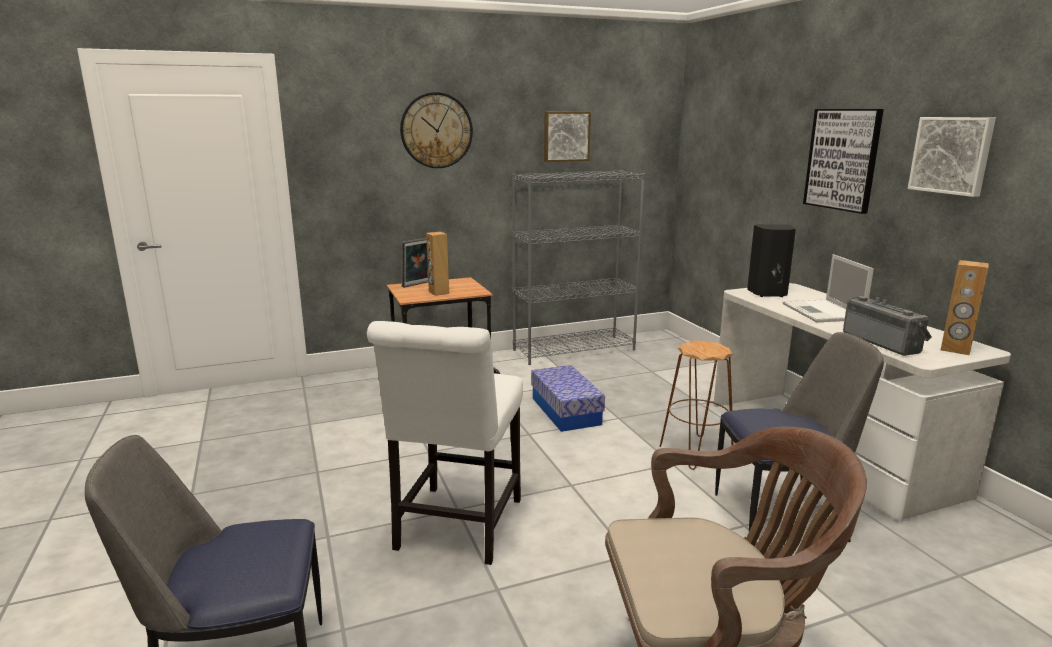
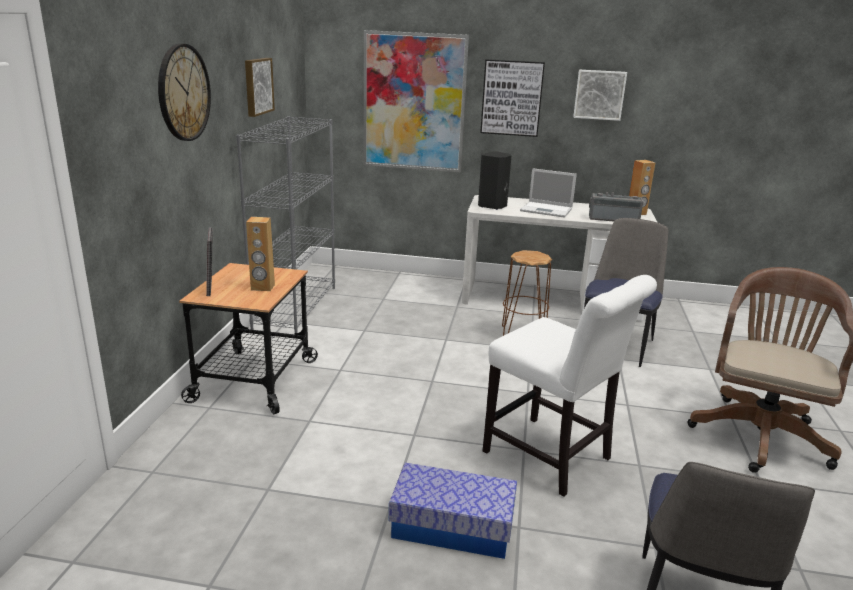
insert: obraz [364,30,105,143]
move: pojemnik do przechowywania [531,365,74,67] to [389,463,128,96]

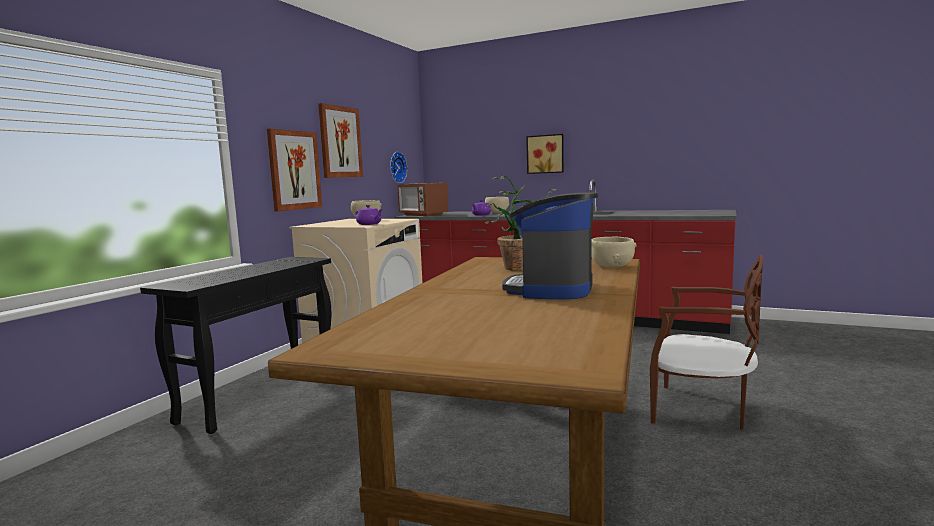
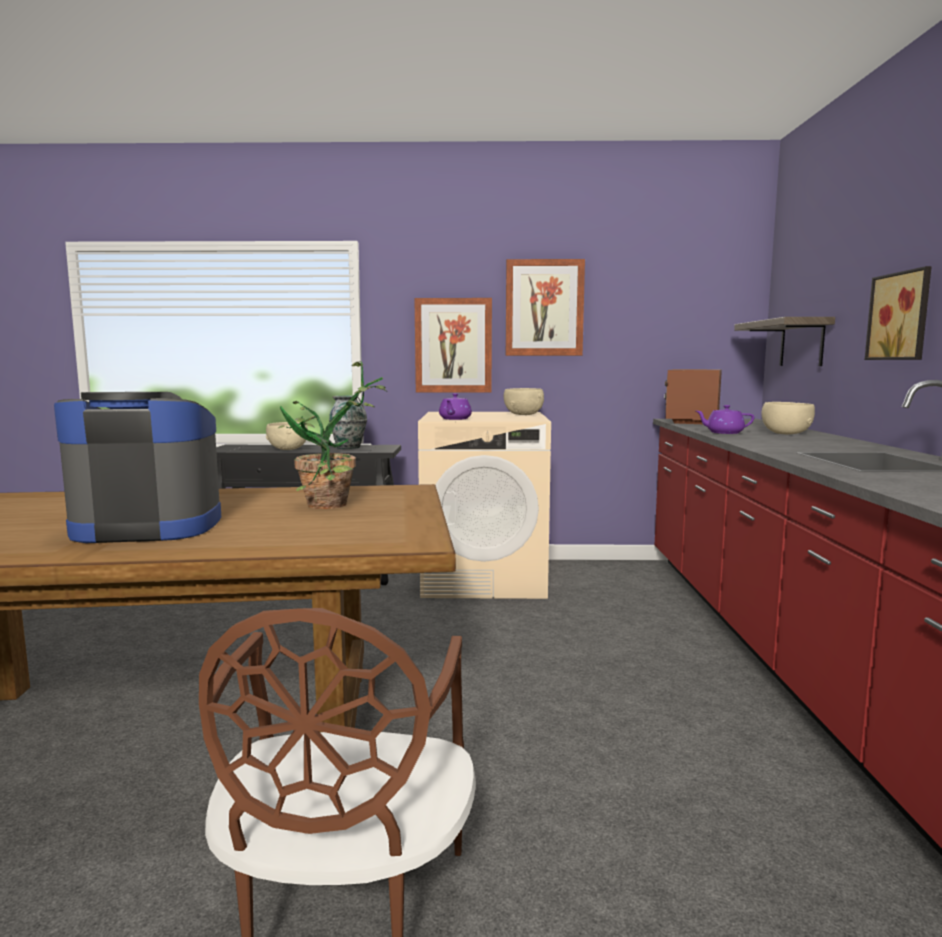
delete: zegar ścienny [390,152,18,31]
insert: wazon [329,395,38,54]; półka [734,317,101,49]
move: miska [beżowy] [592,237,44,31] to [266,422,42,28]

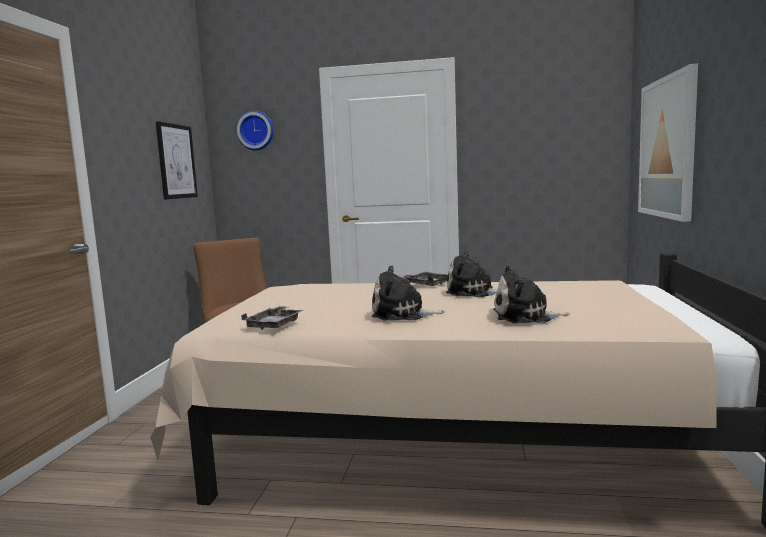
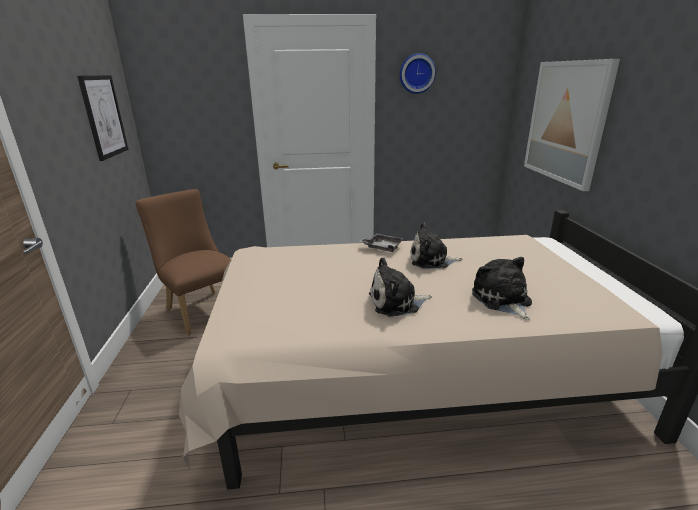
delete: taca [szary] [241,306,62,24]
move: zegar ścienny [237,110,37,41] to [400,53,36,41]
rotate: pluszak [493,265,77,58] = [472,257,60,63] 90 degrees clockwise

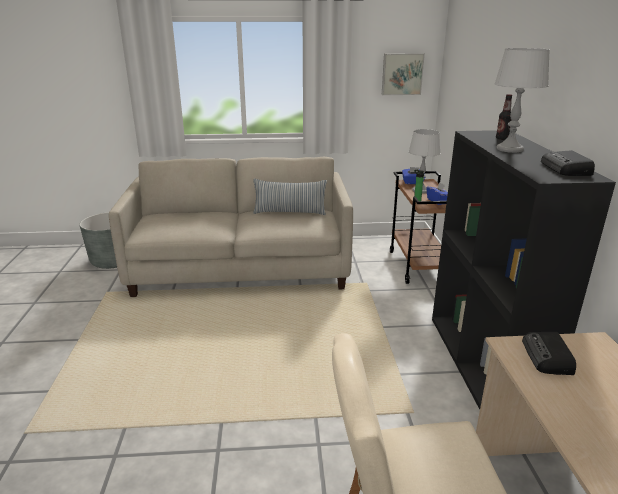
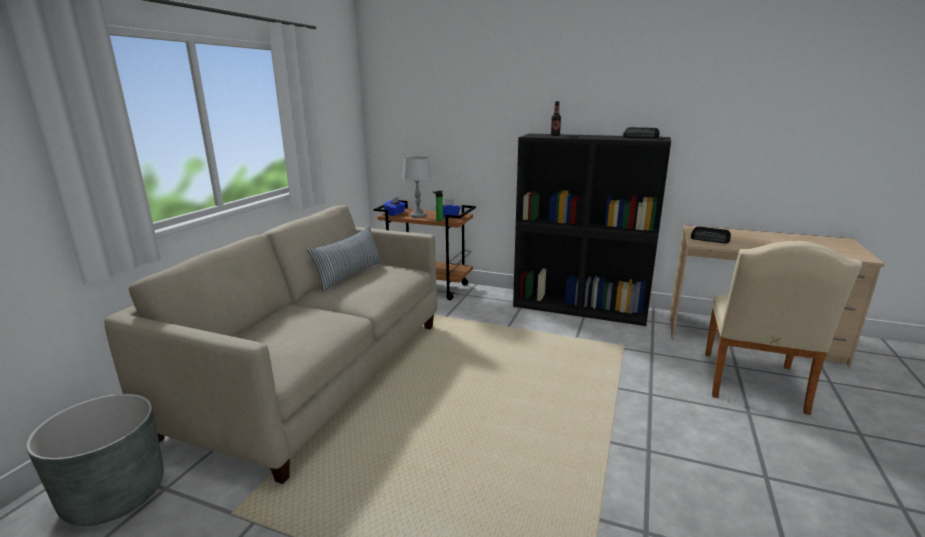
delete: obraz [382,53,43,42]; lampa stołowa [szary] [494,48,56,105]

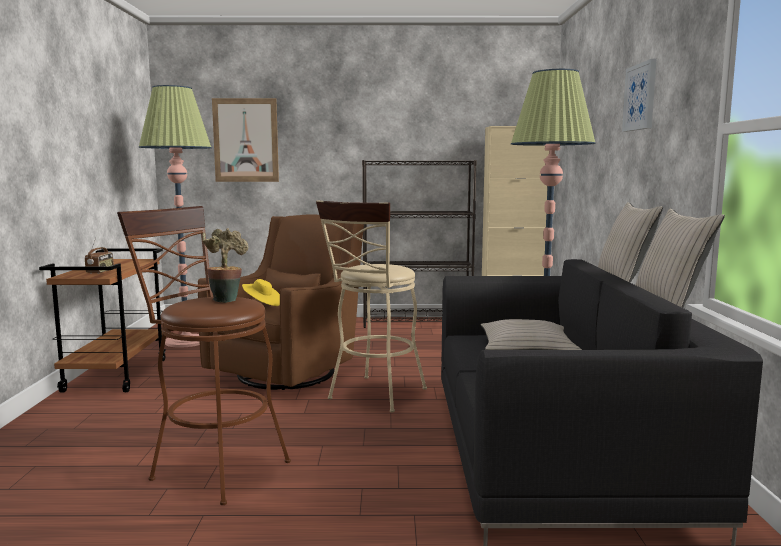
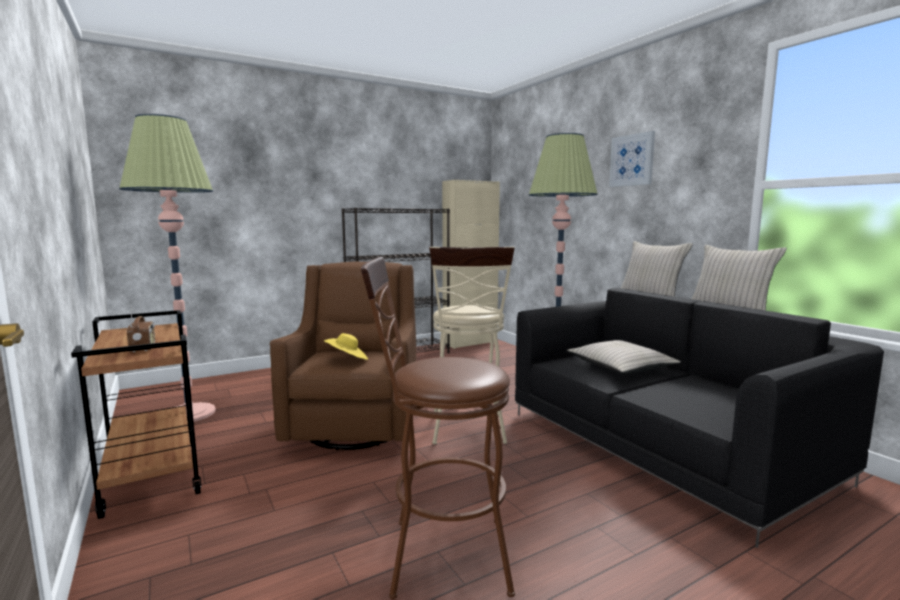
delete: roślina doniczkowa [202,228,46,75]; obraz [212,98,67,84]

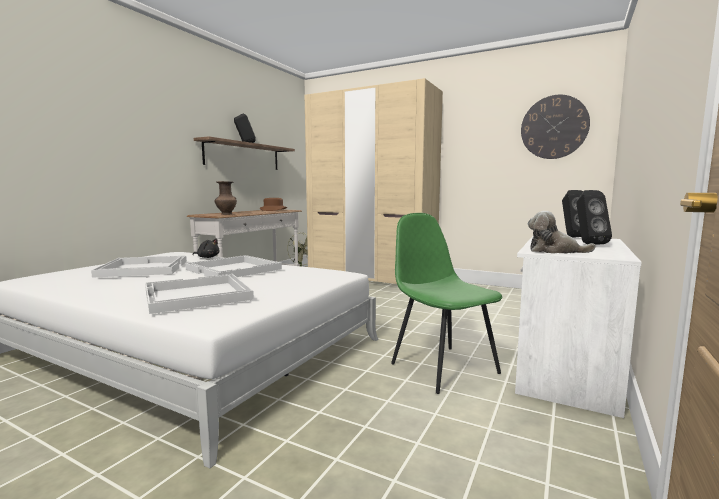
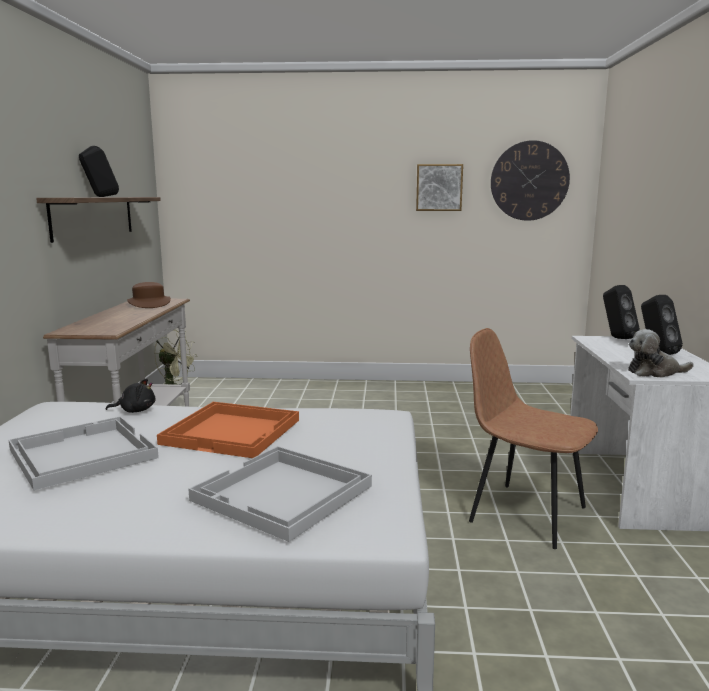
delete: wazon [brązowy] [214,181,23,34]; szafa [beżowy] [305,78,138,206]
insert: obraz [416,164,47,47]
recolor: taca [biały] [185,255,97,22] to taca [pomarańczowy] [157,402,142,56]; krzesło [zielony] [391,213,112,181] to krzesło [brązowy] [469,328,129,221]

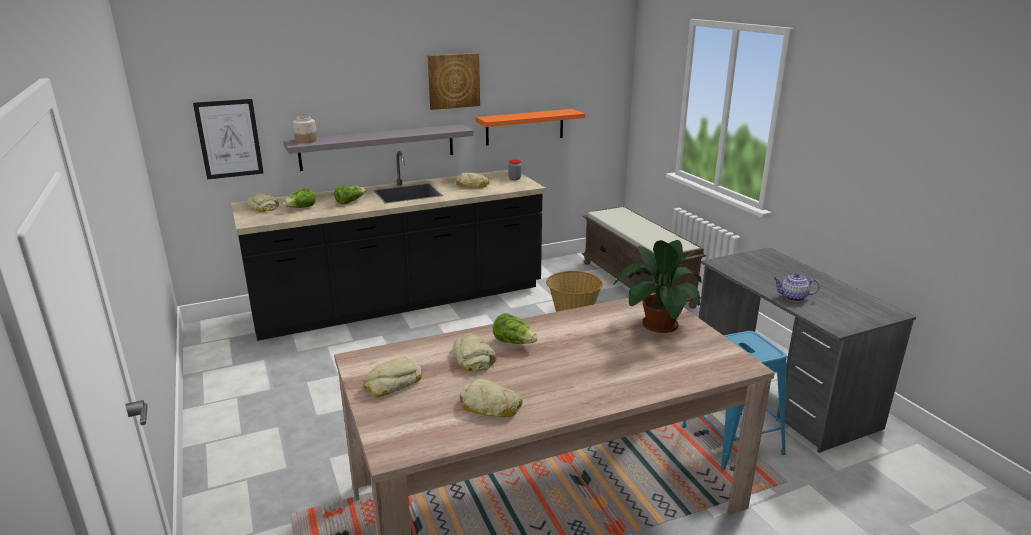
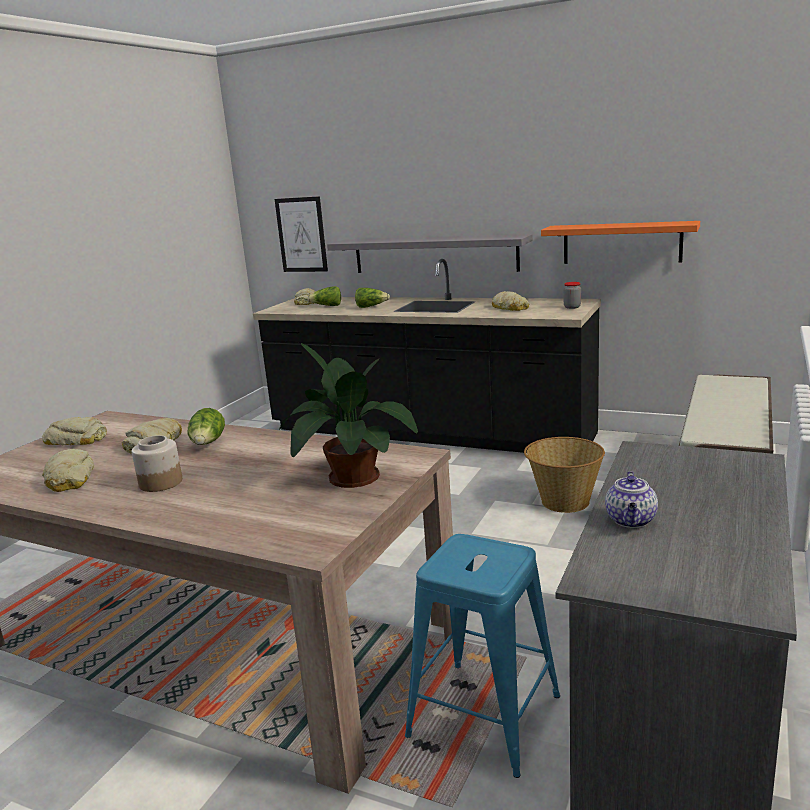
delete: obraz [427,53,53,57]
move: słoik [293,116,24,27] to [132,435,50,57]
rotate: imbryk [773,273,47,29] = [605,471,53,57] 135 degrees counterclockwise

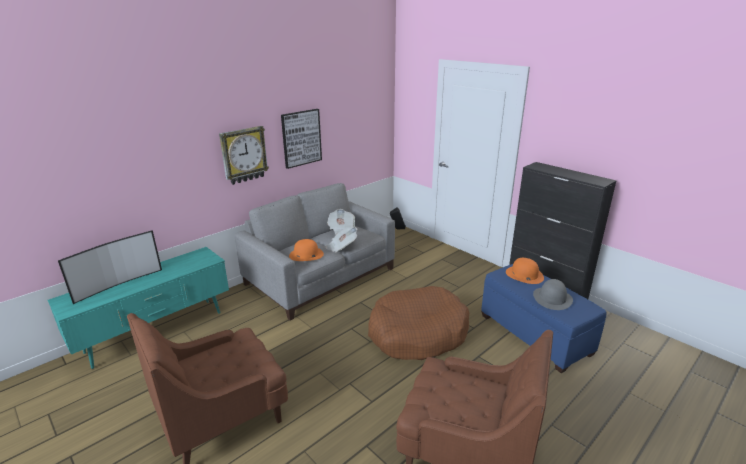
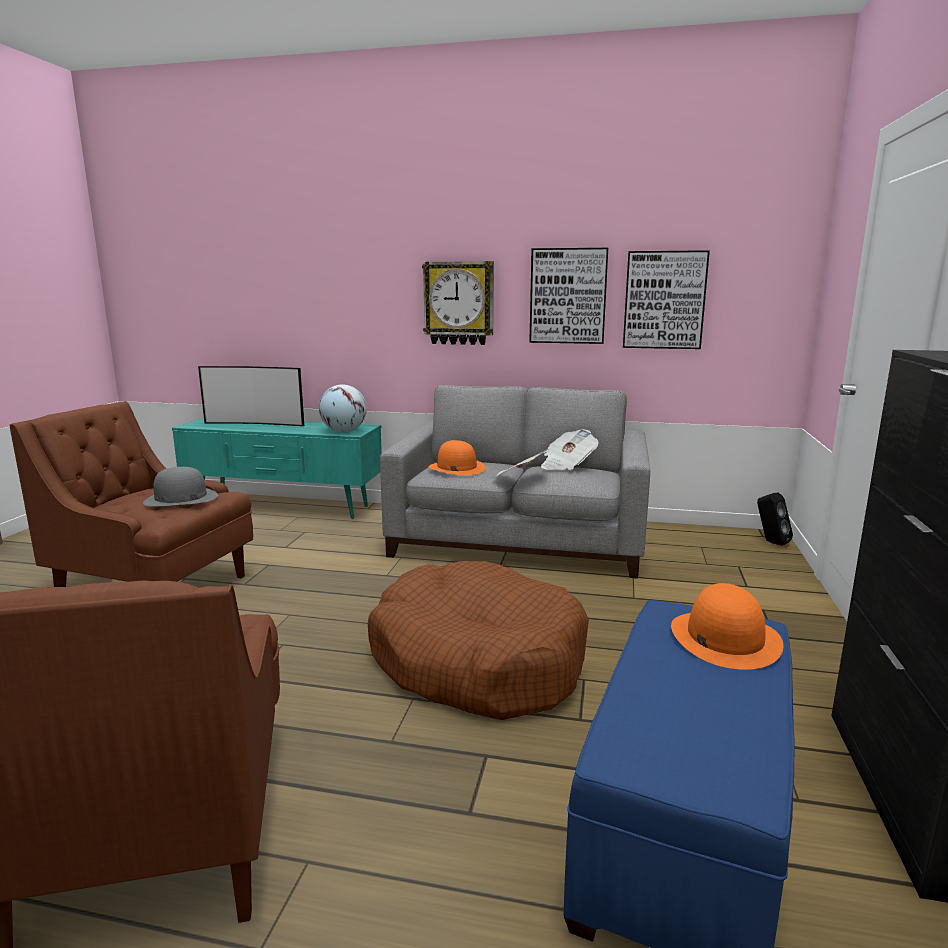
insert: globus [319,384,48,48]; obraz [623,250,87,99]
move: kapelusz [szary] [533,279,40,31] to [143,467,75,40]

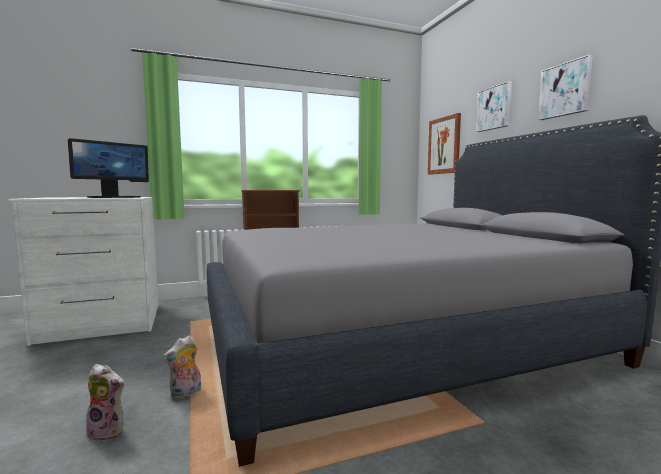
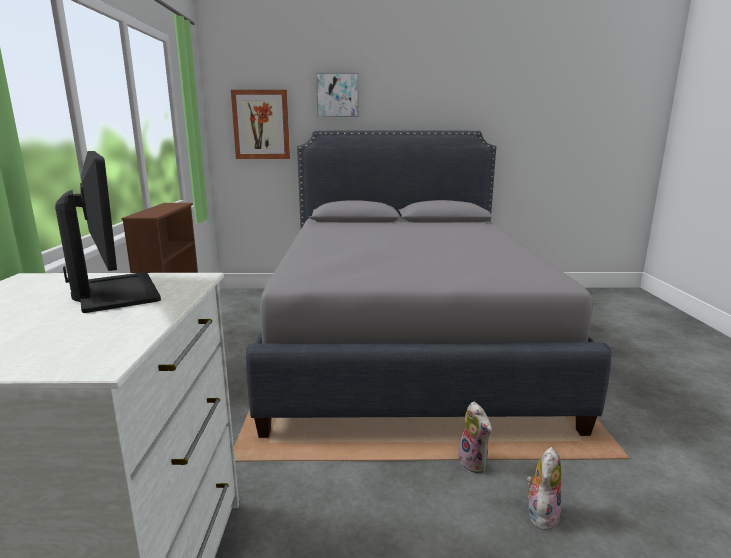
delete: obraz [538,55,55,65]

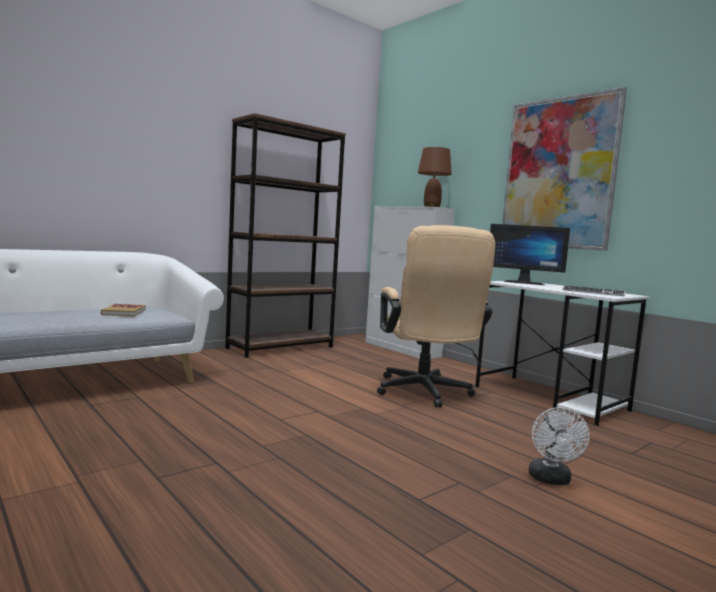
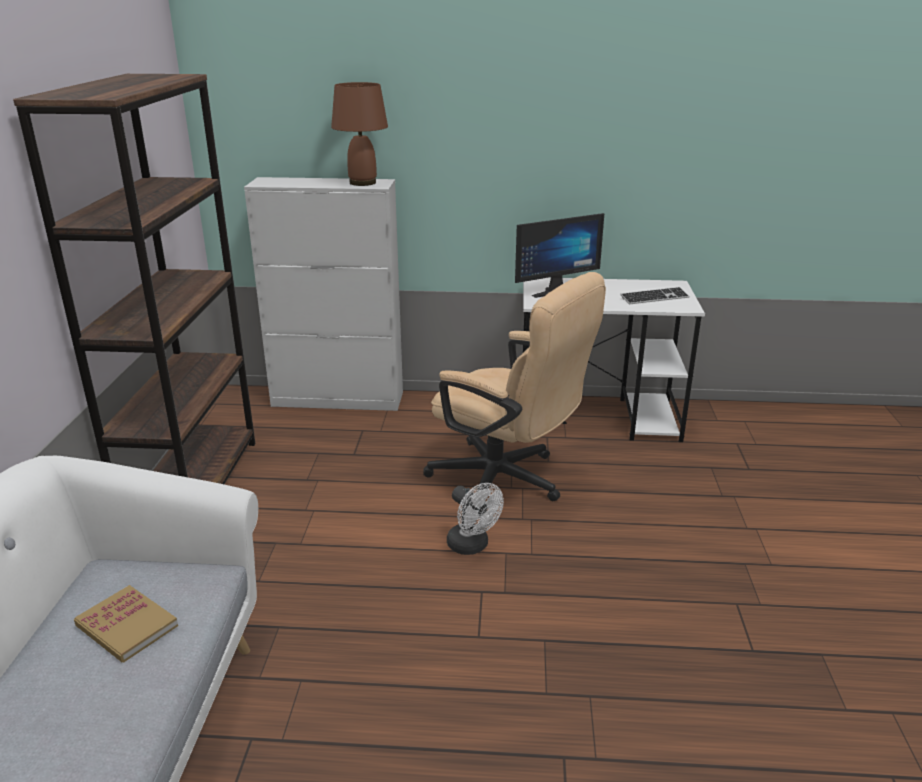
delete: obraz [502,87,125,164]
move: wentylator [biały] [529,407,61,78] to [447,483,57,72]

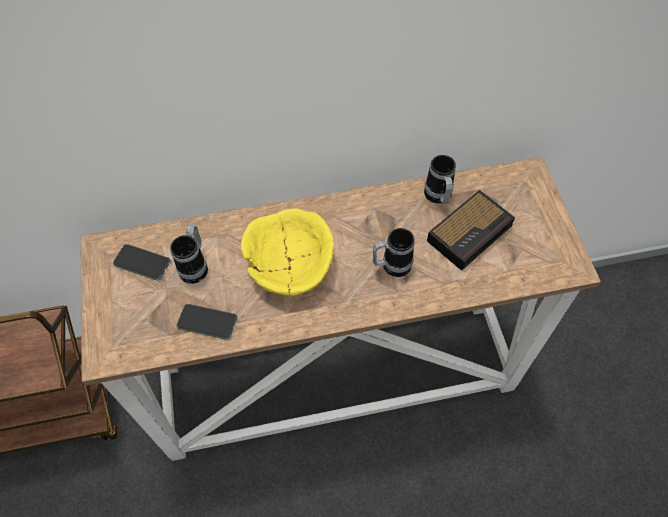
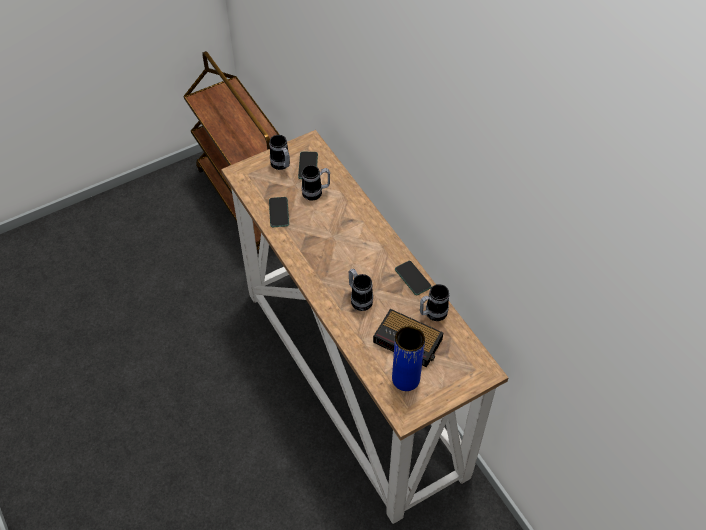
delete: miska [żółty] [241,208,93,88]
insert: kubek [269,135,21,35]; wazon [niebieski] [392,326,33,65]; telefon [395,261,37,34]

